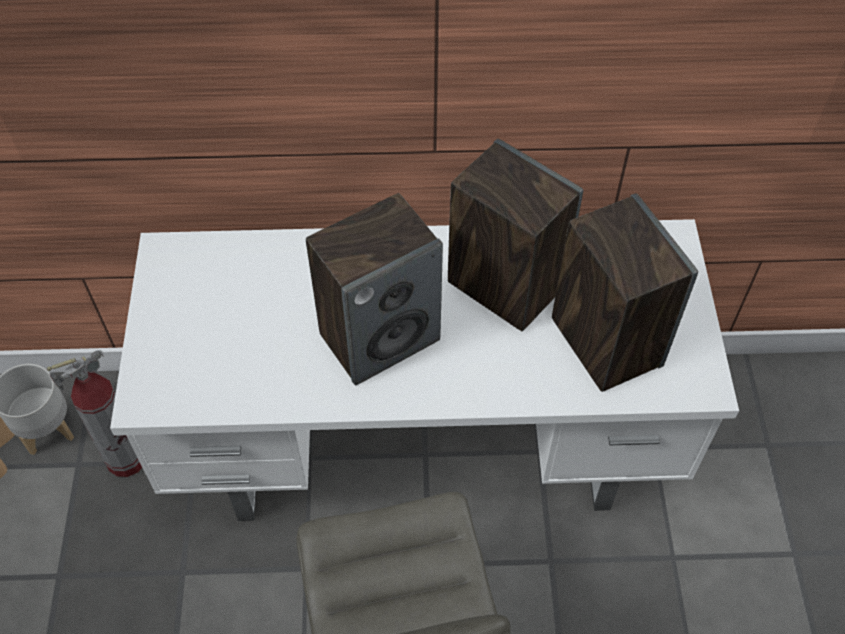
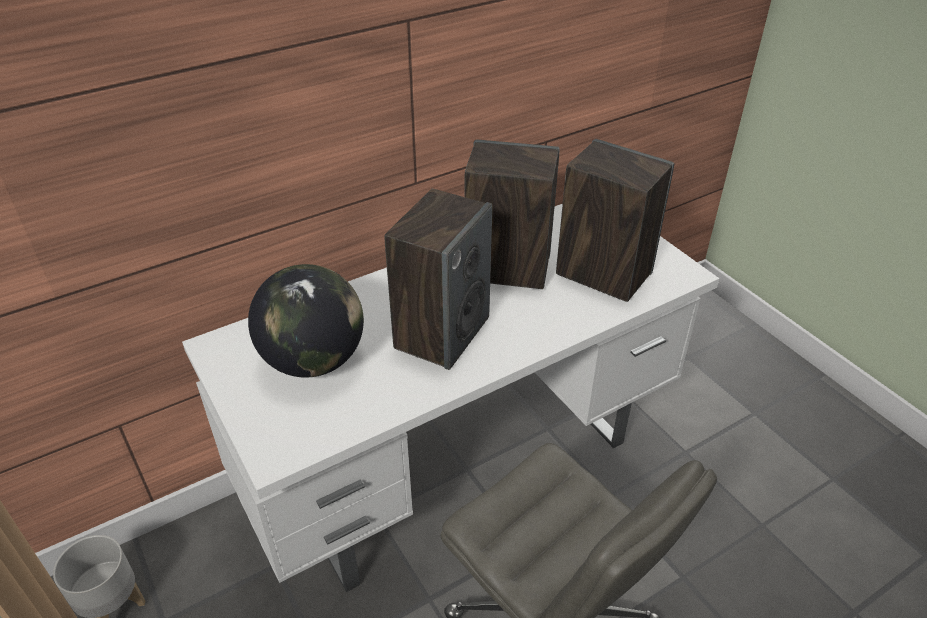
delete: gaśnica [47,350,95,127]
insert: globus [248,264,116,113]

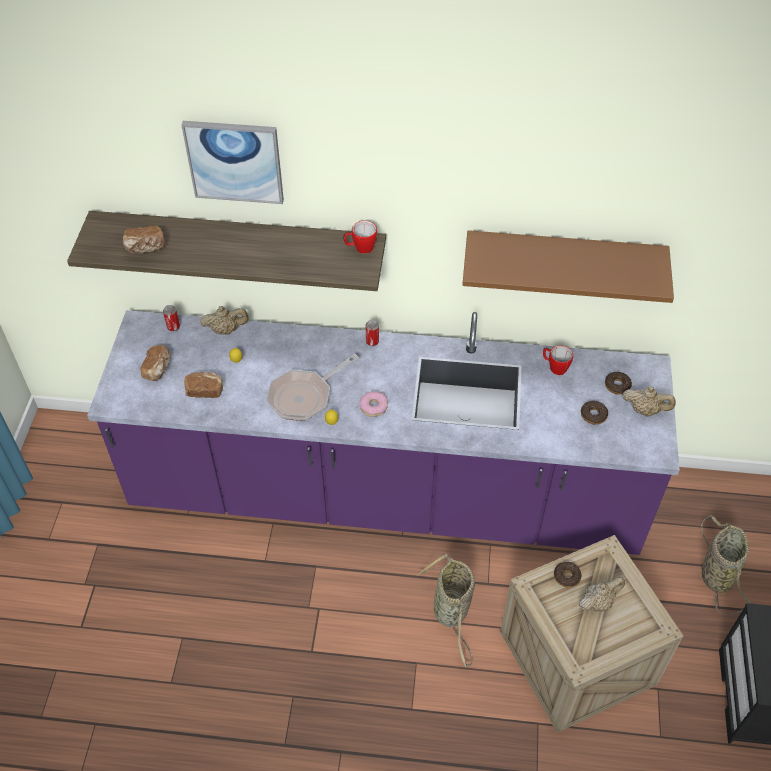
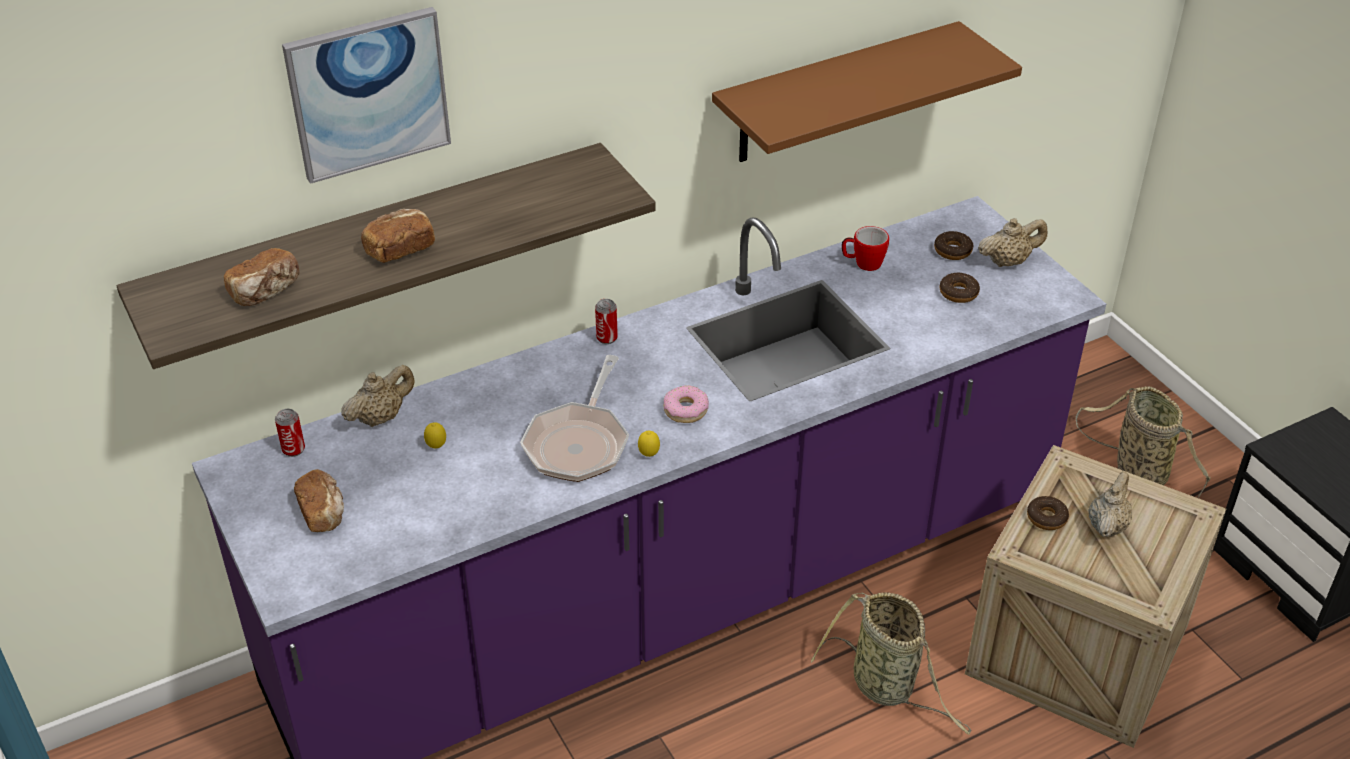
delete: kubek [343,221,34,33]
move: chleb [184,371,39,27] to [361,209,74,54]

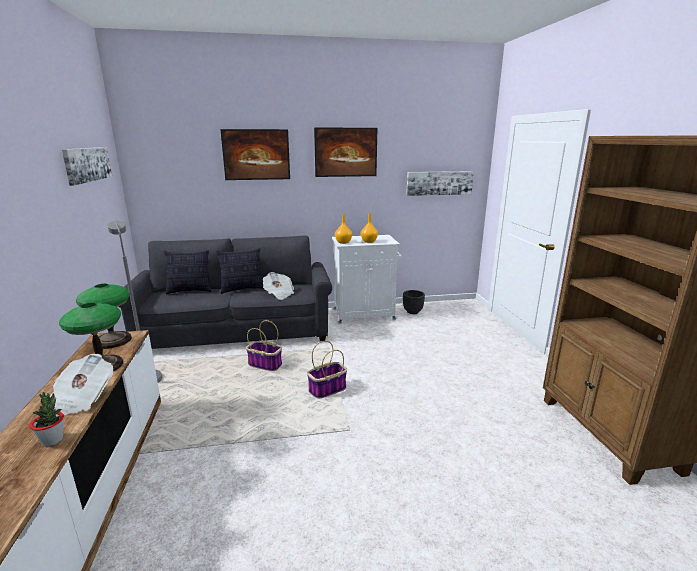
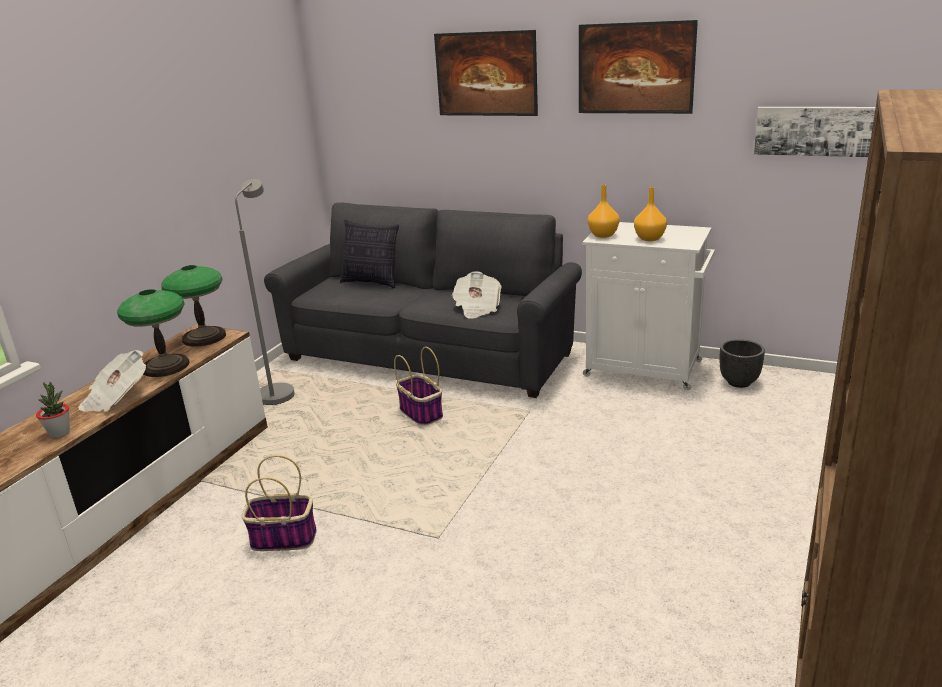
delete: obraz [61,147,51,39]; poduszka [216,248,48,46]
move: koszyk [307,341,40,58] to [242,455,75,96]

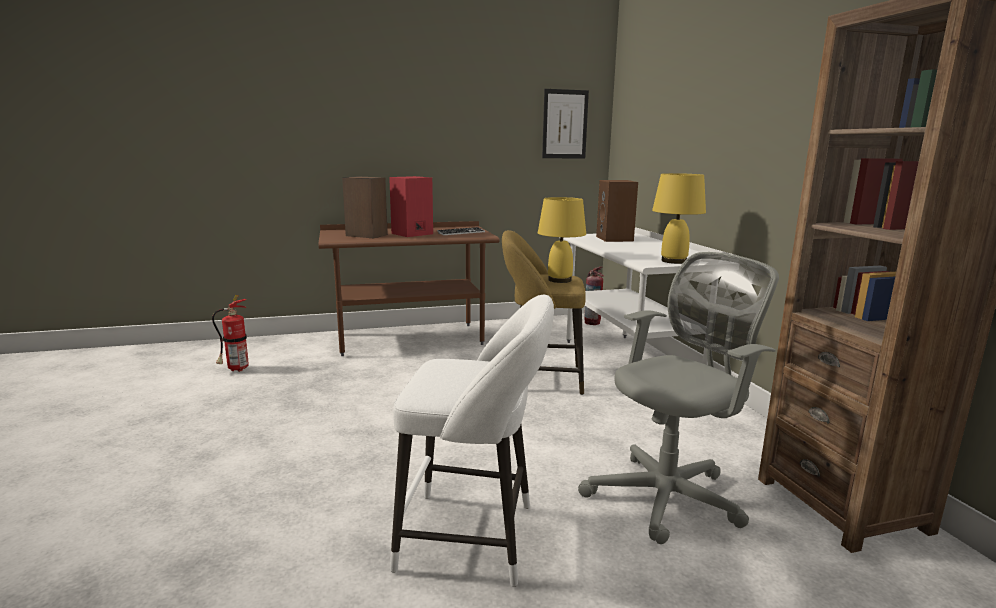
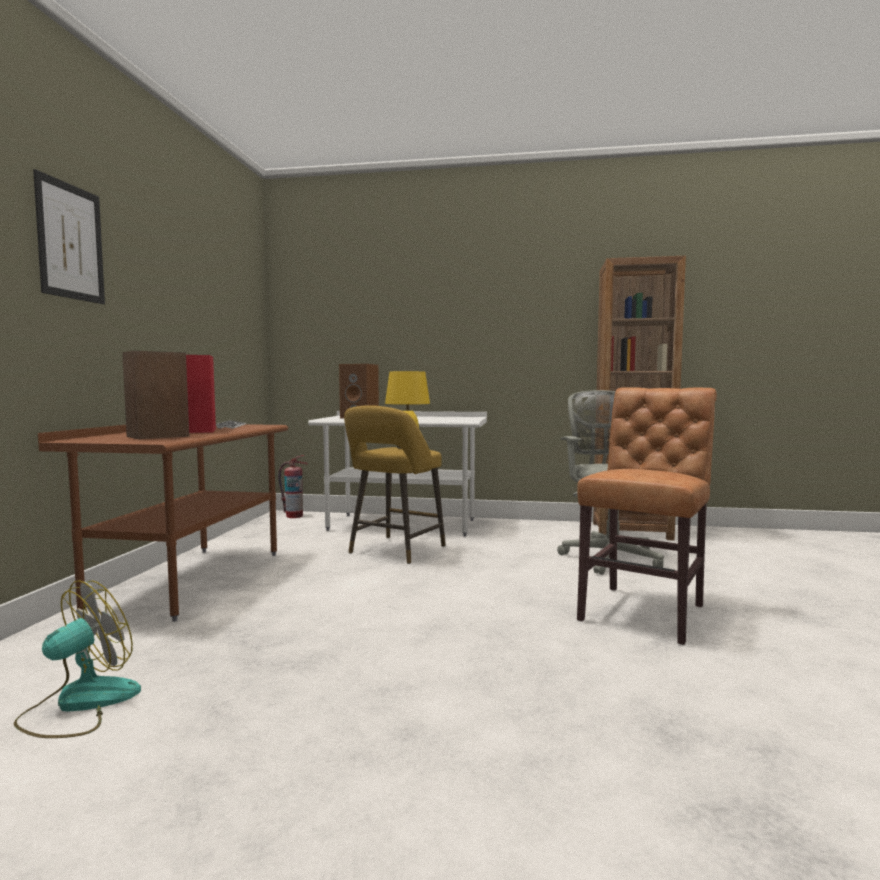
delete: lampa stołowa [żółty] [652,173,54,91]
move: obraz [542,89,47,70] to [33,169,72,135]
replace: gaśnica [212,295,37,77] to wentylator [14,580,127,158]; stołek [biały] [390,295,164,292] to krzesło [brązowy] [577,387,140,258]

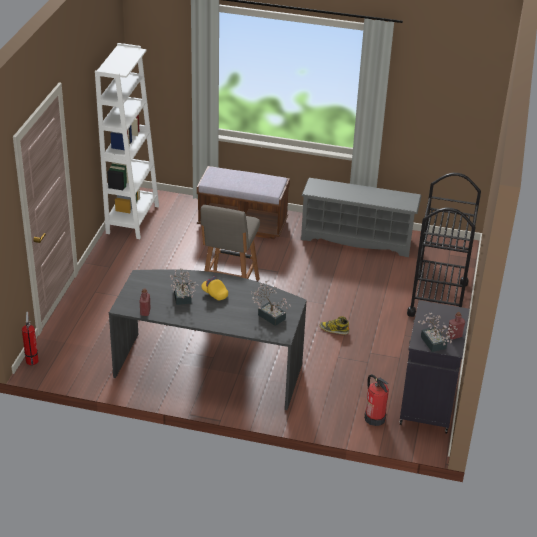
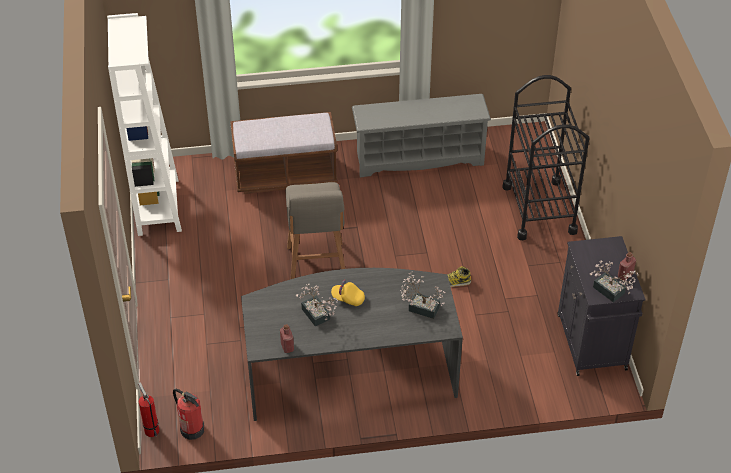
move: gaśnica [364,374,25,52] to [173,389,31,51]

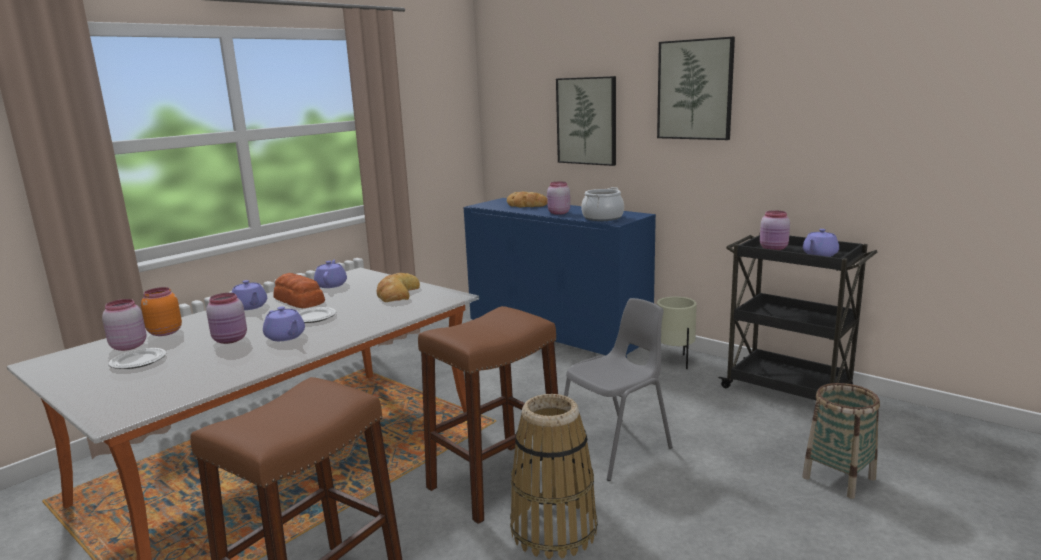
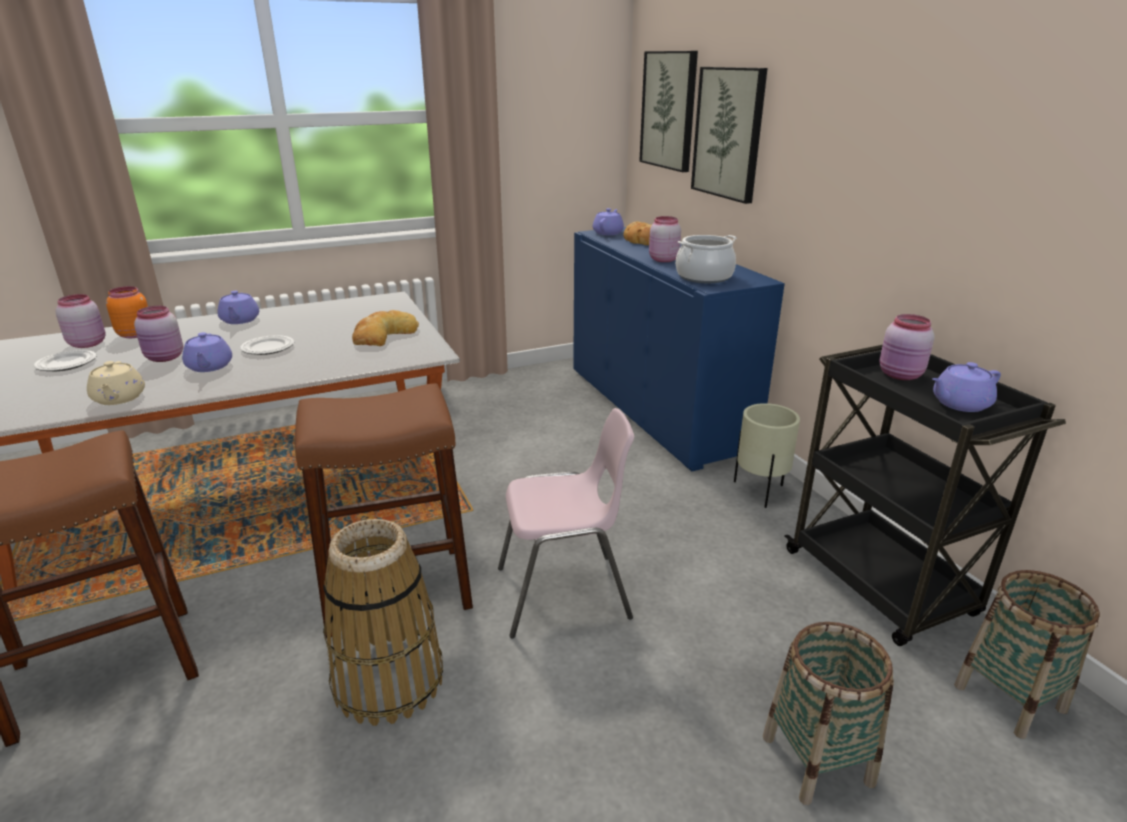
delete: chleb [273,273,52,35]
insert: imbryk [beżowy] [87,361,58,44]; koszyk [954,570,146,169]
move: imbryk [fioletowy] [314,259,33,29] to [593,208,31,27]; obraz [657,37,78,103] to [639,51,59,121]
recolor: krzesło [szary] [564,298,109,183] to krzesło [różowy] [498,408,136,231]

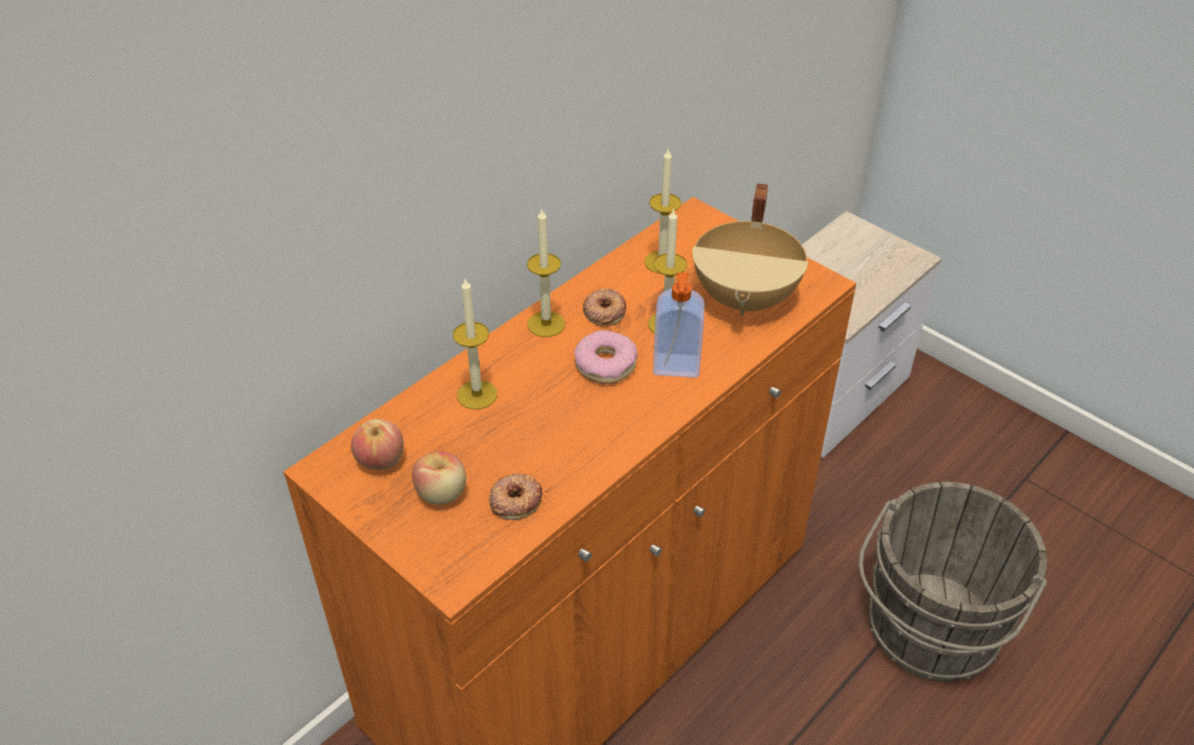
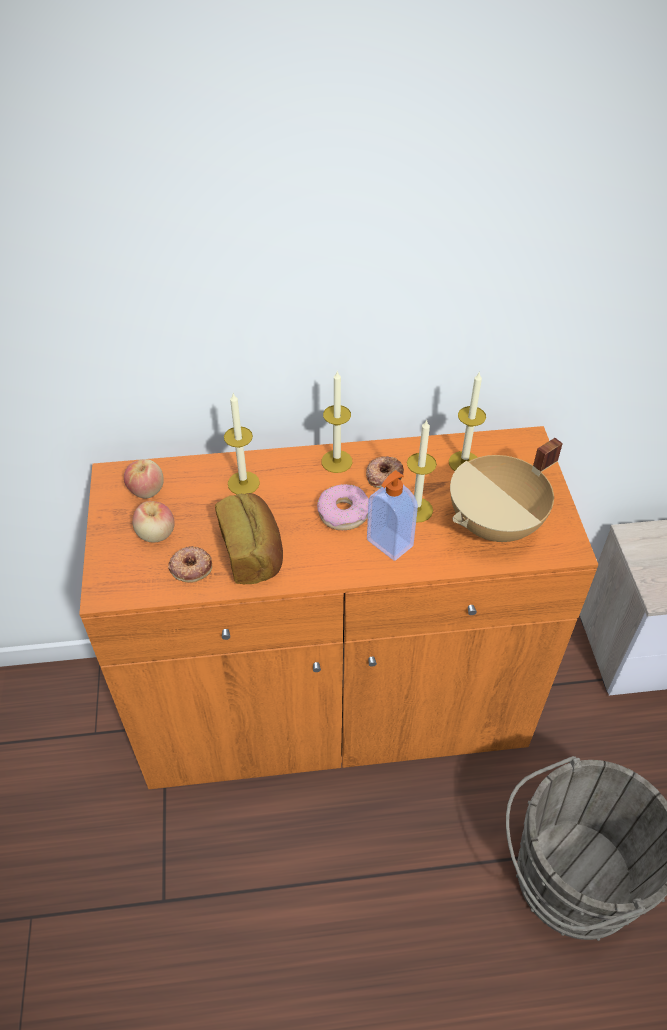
insert: chleb [215,493,68,91]

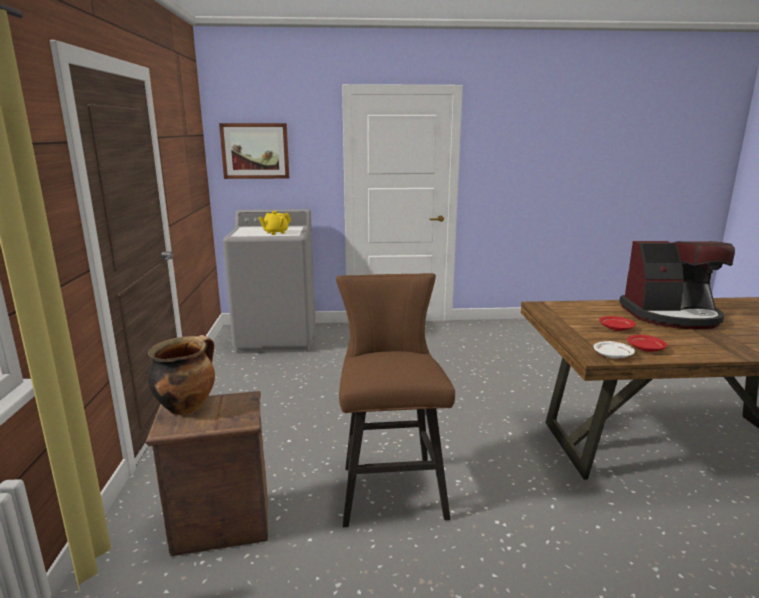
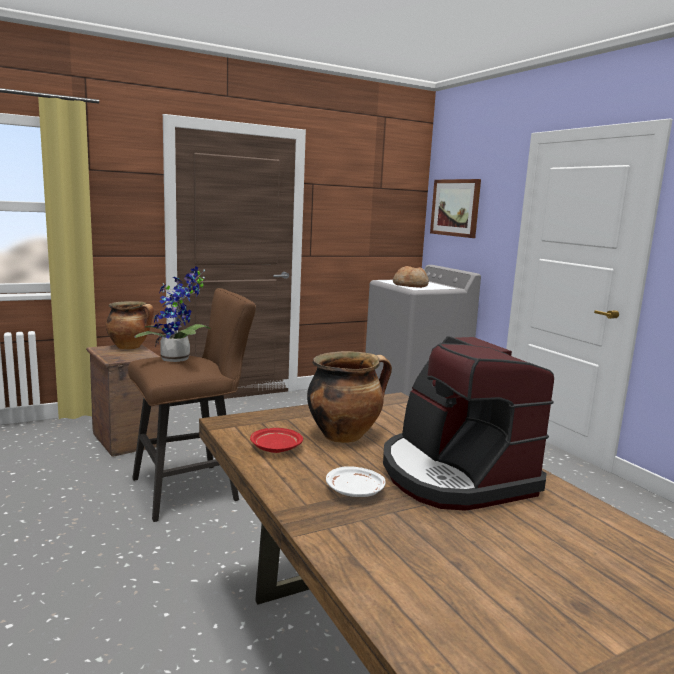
insert: roślina doniczkowa [135,266,77,96]
move: talerz [biały] [594,341,41,17] to [326,466,60,31]
replace: imbryk [żółty] [258,211,33,24] to chleb [393,266,36,22]; talerz [czerwony] [599,316,37,15] to garnek [307,351,85,92]

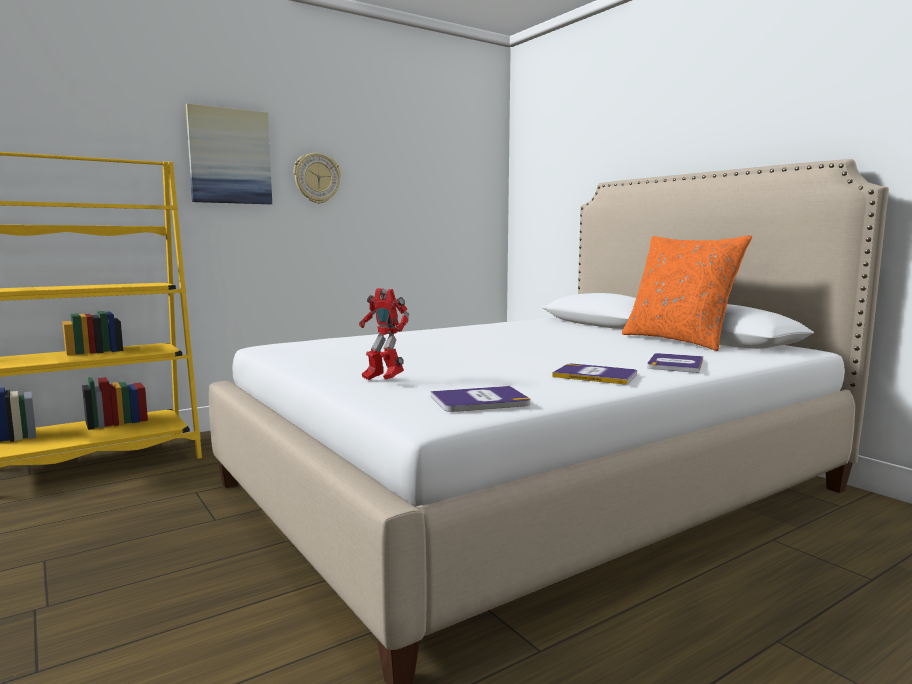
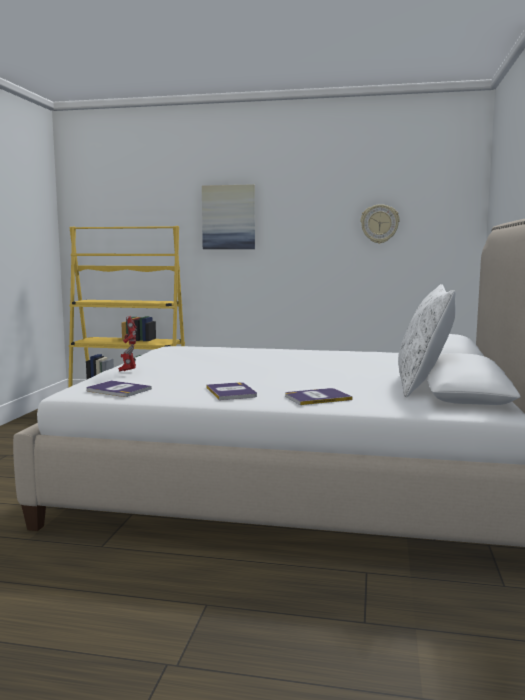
move: zegar ścienny [294,153,47,51] to [361,204,39,40]
recolor: poduszka [pomarańczowy] [622,235,130,116] to poduszka [biały] [398,284,58,113]

